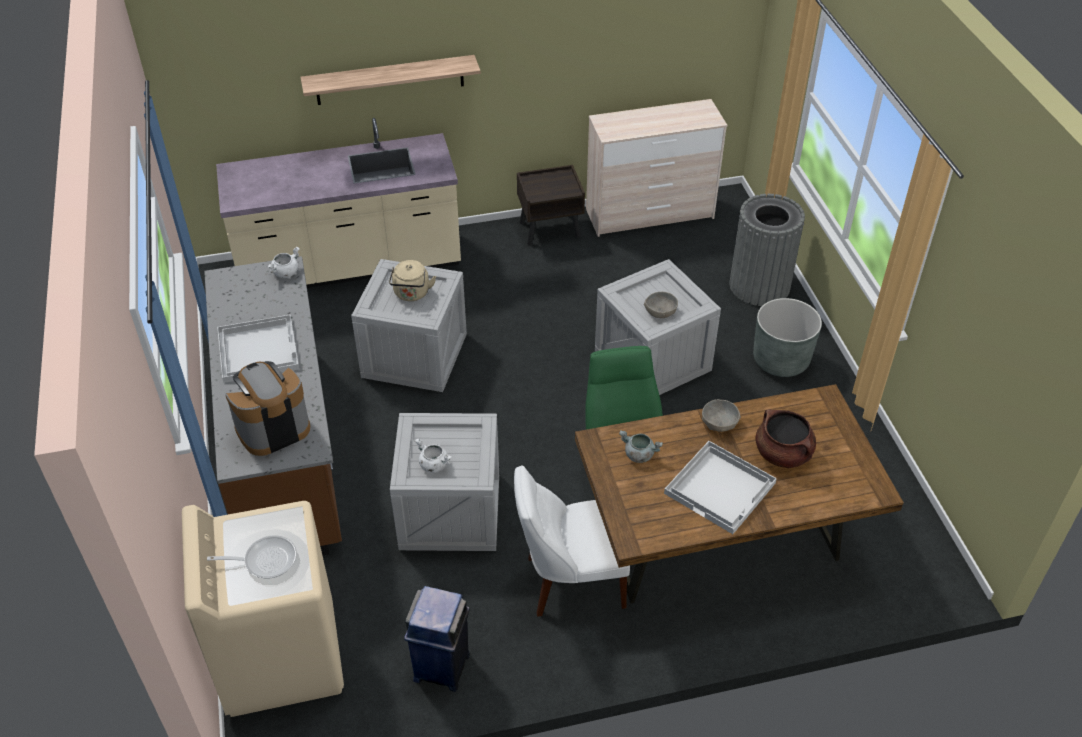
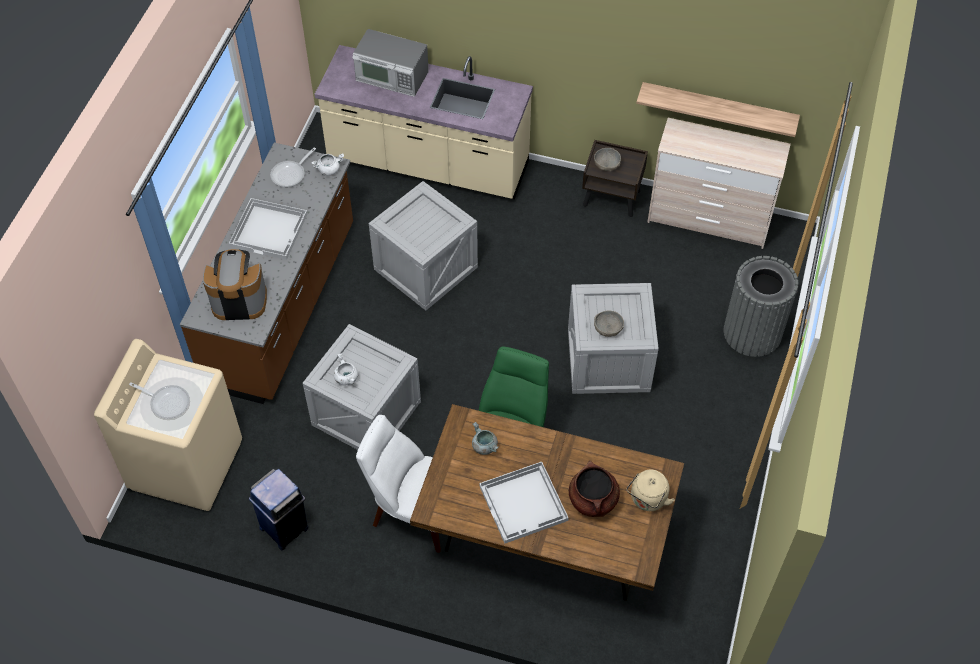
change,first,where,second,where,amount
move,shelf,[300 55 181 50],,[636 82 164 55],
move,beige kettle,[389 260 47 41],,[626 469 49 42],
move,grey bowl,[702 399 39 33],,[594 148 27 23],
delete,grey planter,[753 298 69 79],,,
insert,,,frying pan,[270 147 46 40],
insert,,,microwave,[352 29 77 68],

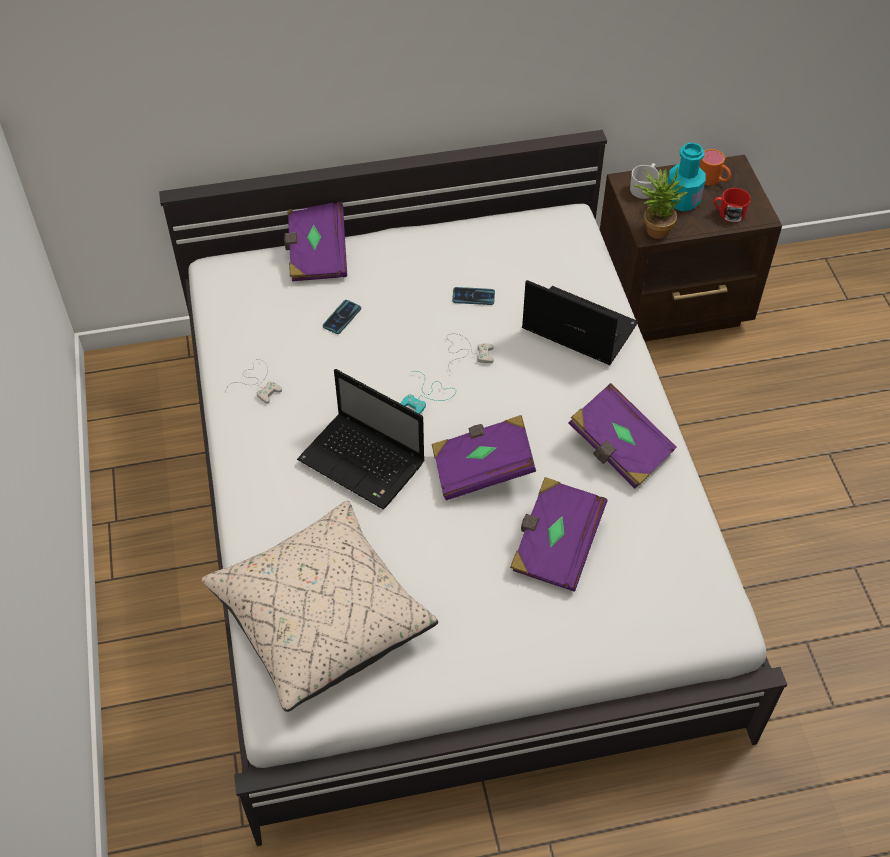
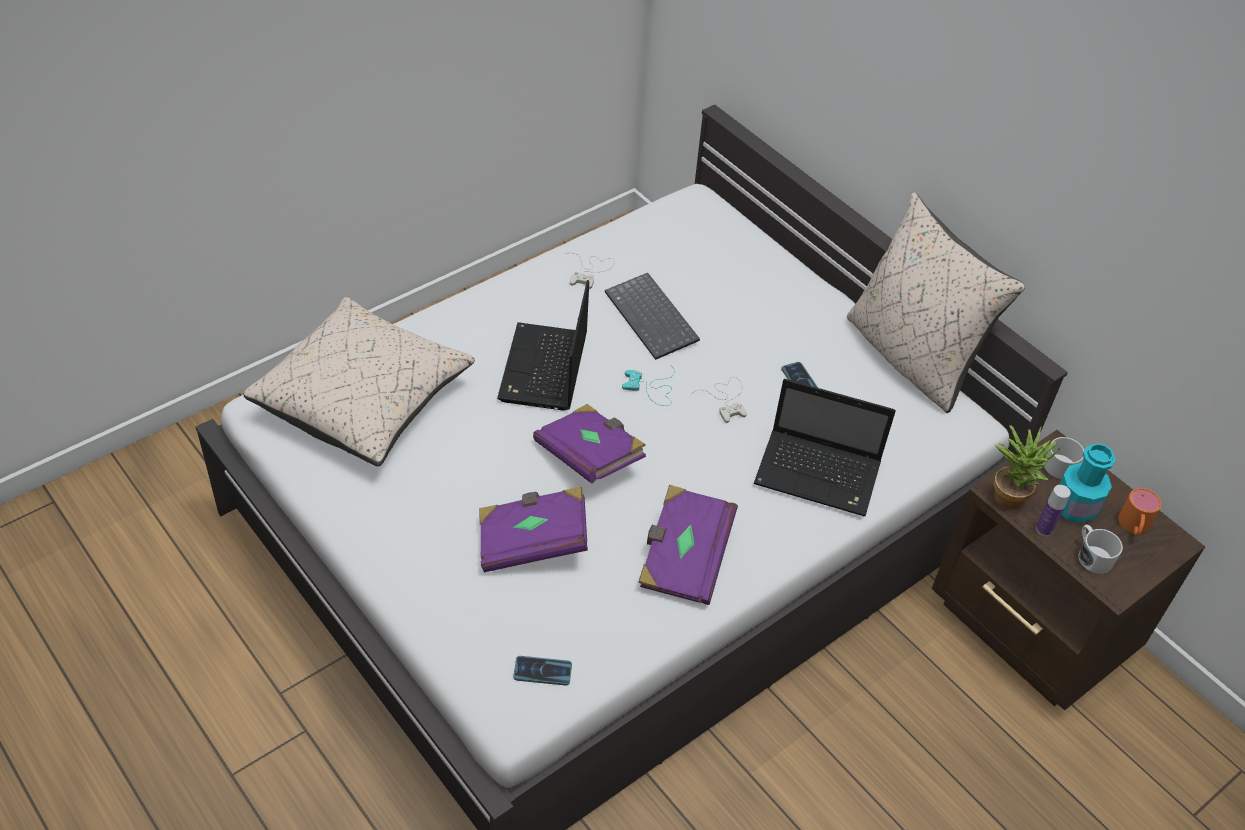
change,first,where,second,where,amount
delete,purple book,[284 201 63 80],,,
move,phone,[323 300 38 34],,[513 656 59 30],
rotate,laptop,[522 280 116 85],,[754 379 142 137],105 degrees clockwise
recolor,red mug,[714 188 37 34],white mug,[1078 525 45 49],
insert,,,keyboard,[605 273 95 87],
insert,,,beige pillow,[847 192 178 221],
insert,,,bottle,[1036 485 35 51],

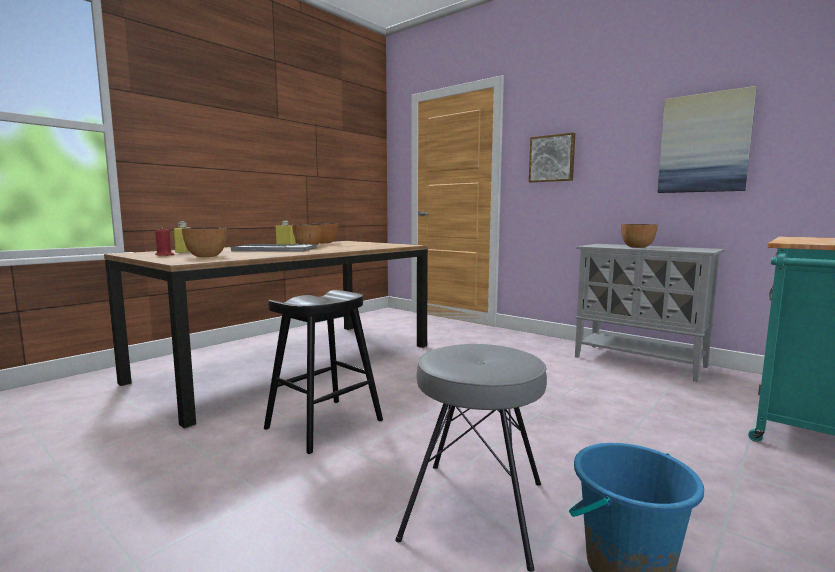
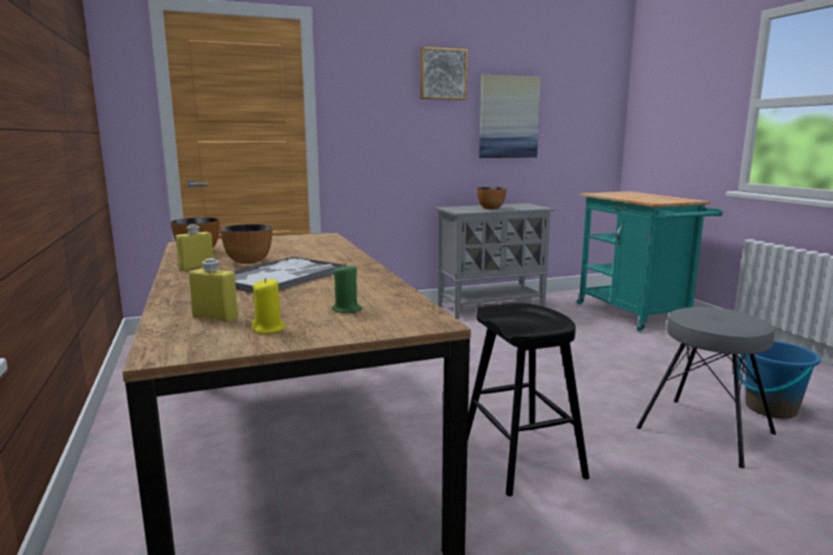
change,first,where,second,where,amount
recolor,red candle,[155 228 19 28],yellow candle,[252 278 34 56],
replace,bowl,[182 228 45 29],green candle,[332 263 31 50],
move,picture,[529 133 46 50],,[420 47 48 53],

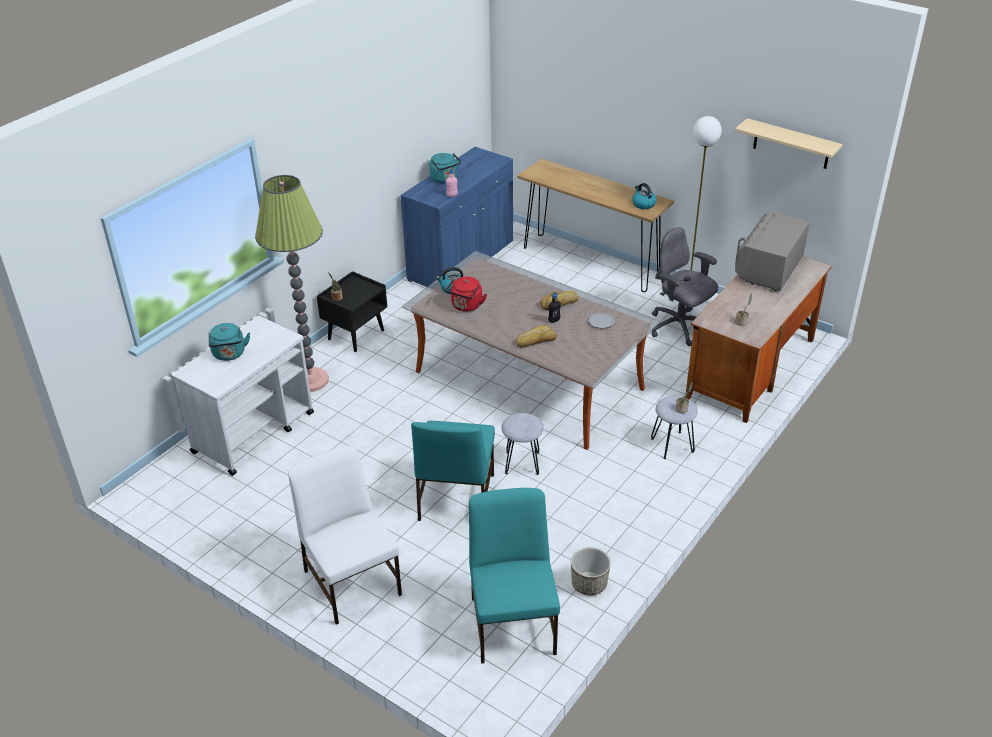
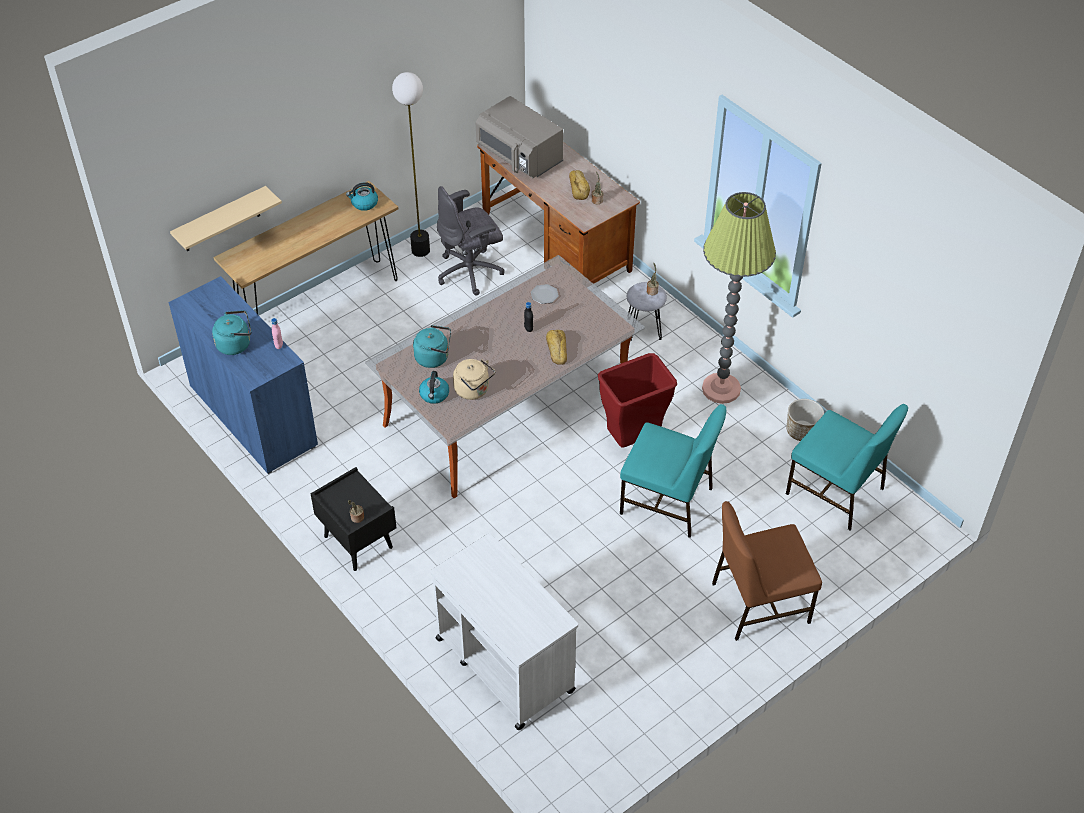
change,first,where,second,where,amount
move,turquoise kettle,[208 323 42 38],,[413 325 38 43],
move,floor lamp,[255 175 74 217],,[702 192 74 212],
recolor,white chair,[288 446 114 179],brown chair,[712 501 110 140],
recolor,red kettle,[446 277 41 35],beige kettle,[453 359 42 41],
rotate,turquoise chair,[469 488 91 176],,[786 404 122 126],150 degrees counterclockwise
replace,grey stool,[501 413 43 62],red trash can,[598 353 79 94],
move,bread,[540 291 38 19],,[569 170 21 30],
move,beige shelf,[735 118 108 51],,[170 186 112 65],

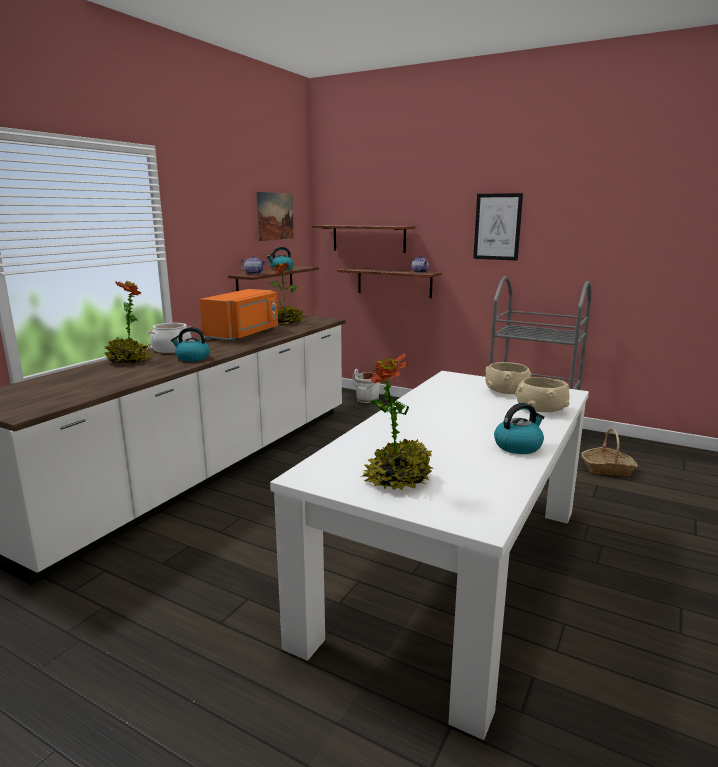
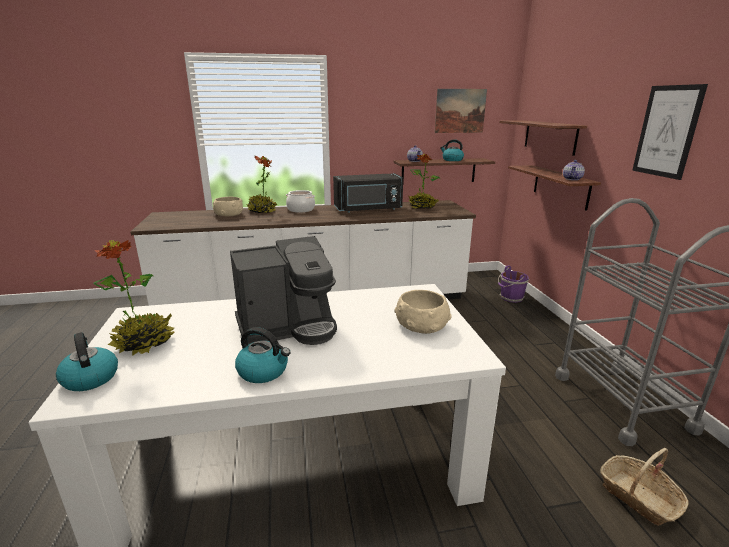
change,first,where,second,where,amount
move,kettle,[171 327 39 35],,[56 332 62 59],
recolor,orange microwave,[199 289 79 52],black microwave,[333 173 70 40],
recolor,white bucket,[352 369 28 34],purple bucket,[498 265 32 38],
move,beige bowl,[515 377 54 35],,[213 197 30 19],
insert,,,coffee machine,[230 236 107 109],

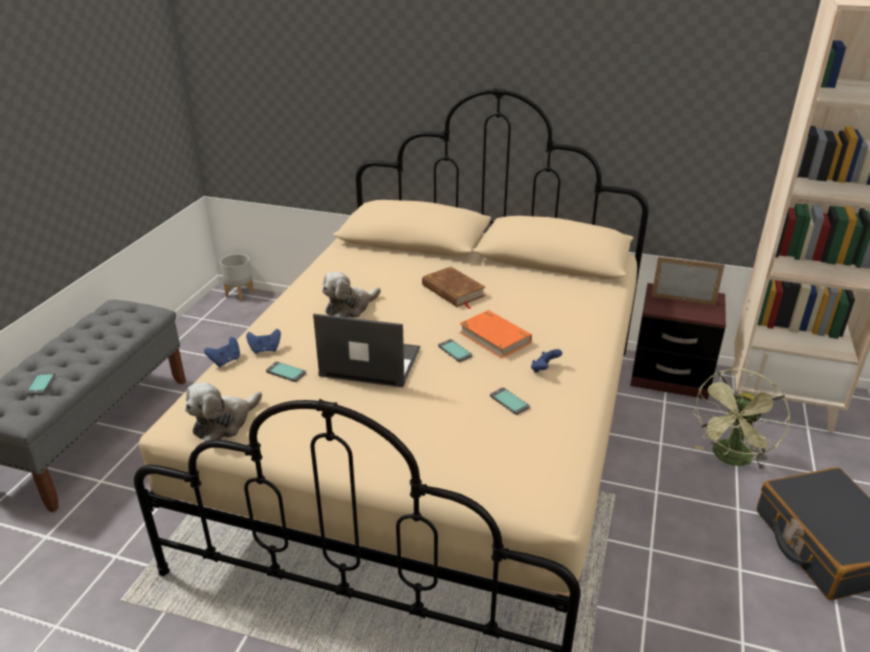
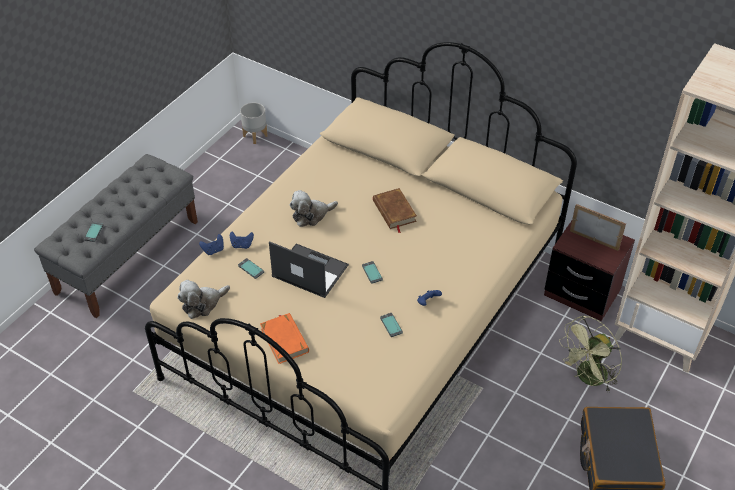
change,first,where,second,where,amount
move,orange book,[459 310 73 48],,[260 313 49 51],

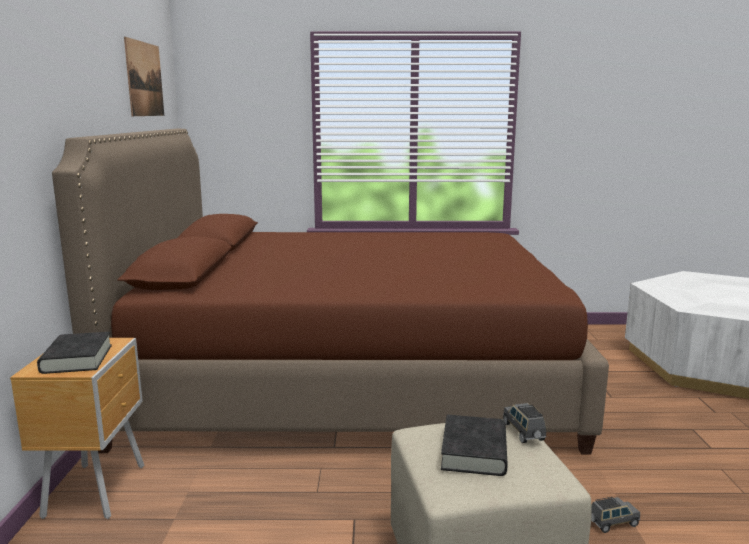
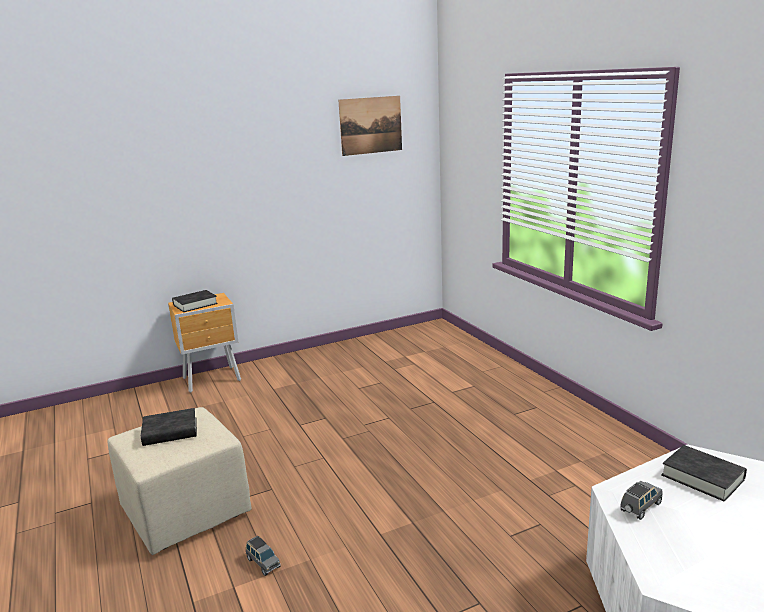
change,first,where,second,where,amount
delete,brown bed,[52 129 557 325],,,
move,grey toy car,[503 403 43 40],,[620 481 43 39],
insert,,,black book,[661 445 86 57],

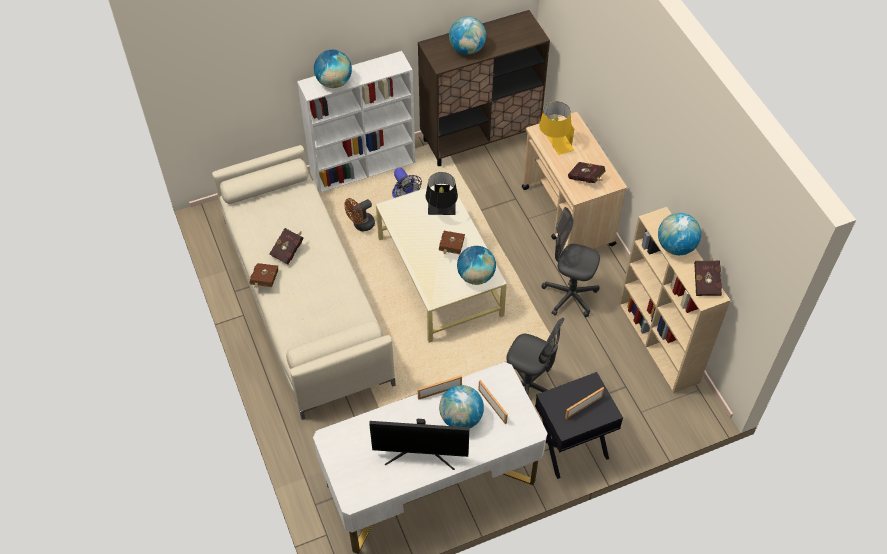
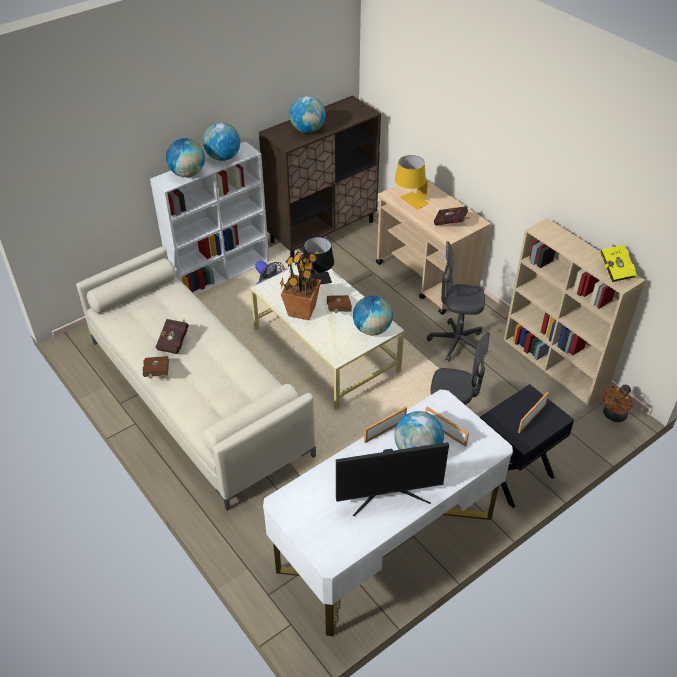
change,first,where,second,where,amount
move,brown fan,[344 198 31 33],,[602 385 31 37],
move,globe,[658 213 43 42],,[203 122 37 39],
recolor,red book,[694 257 28 39],yellow book,[600 245 37 38],
insert,,,potted plant,[280 251 41 69],

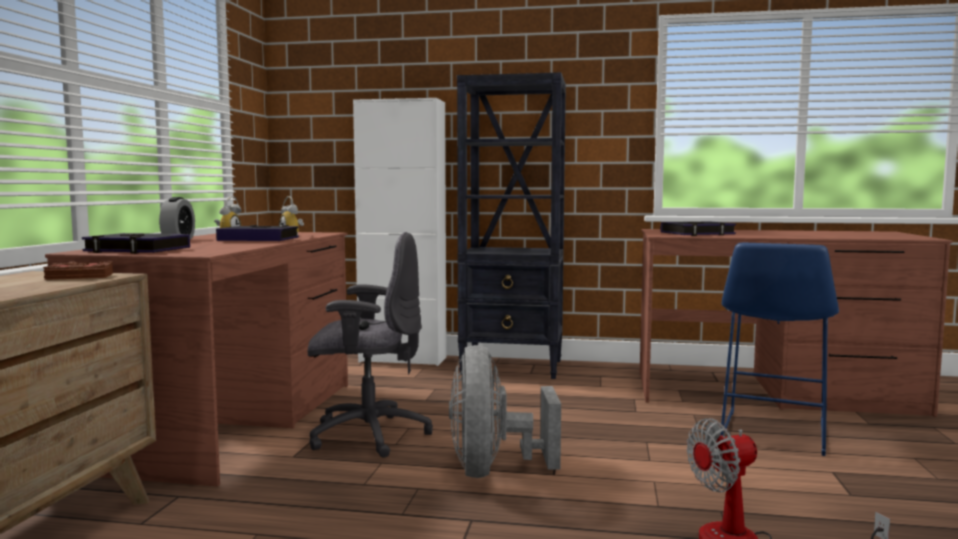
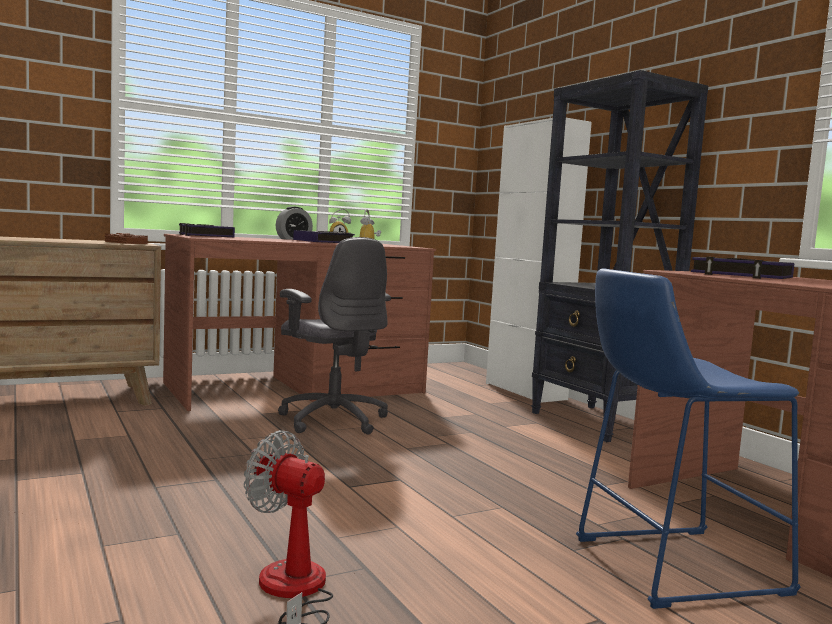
change,first,where,second,where,amount
delete,grey fan,[449 345 112 133],,,

